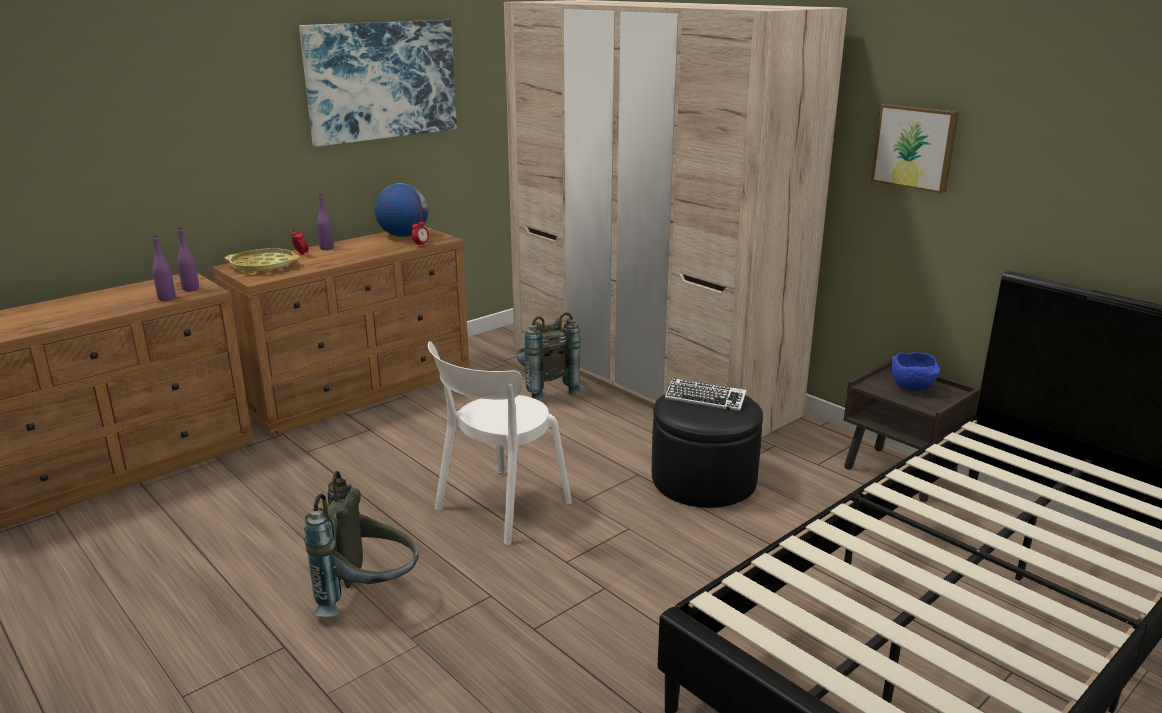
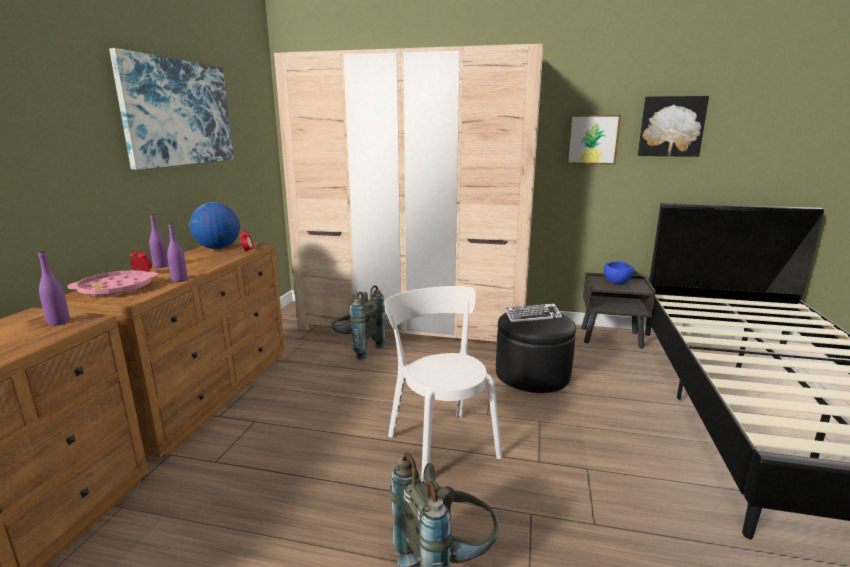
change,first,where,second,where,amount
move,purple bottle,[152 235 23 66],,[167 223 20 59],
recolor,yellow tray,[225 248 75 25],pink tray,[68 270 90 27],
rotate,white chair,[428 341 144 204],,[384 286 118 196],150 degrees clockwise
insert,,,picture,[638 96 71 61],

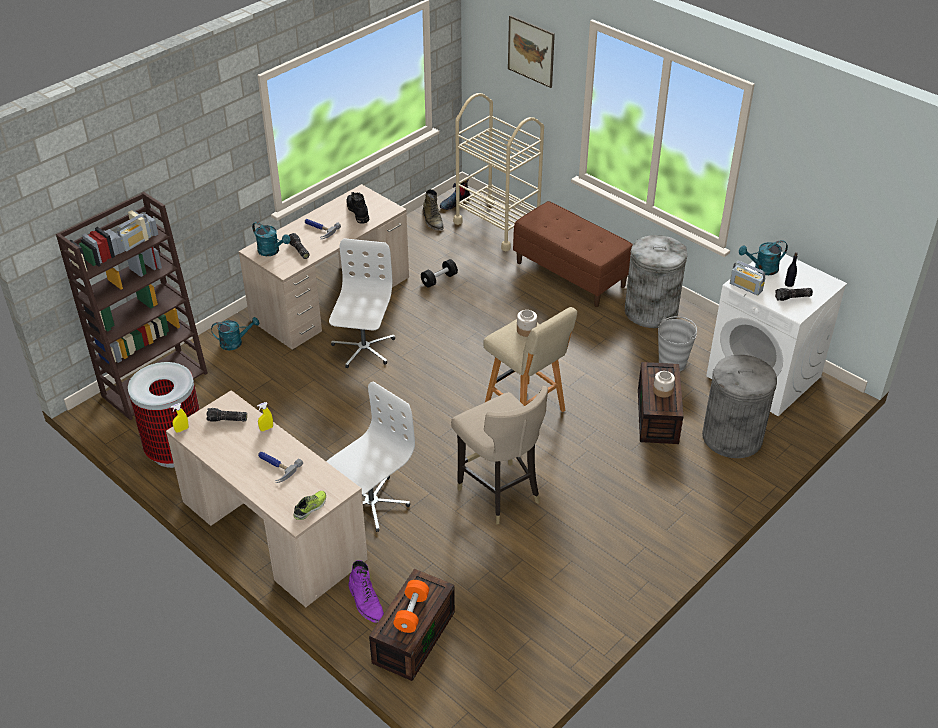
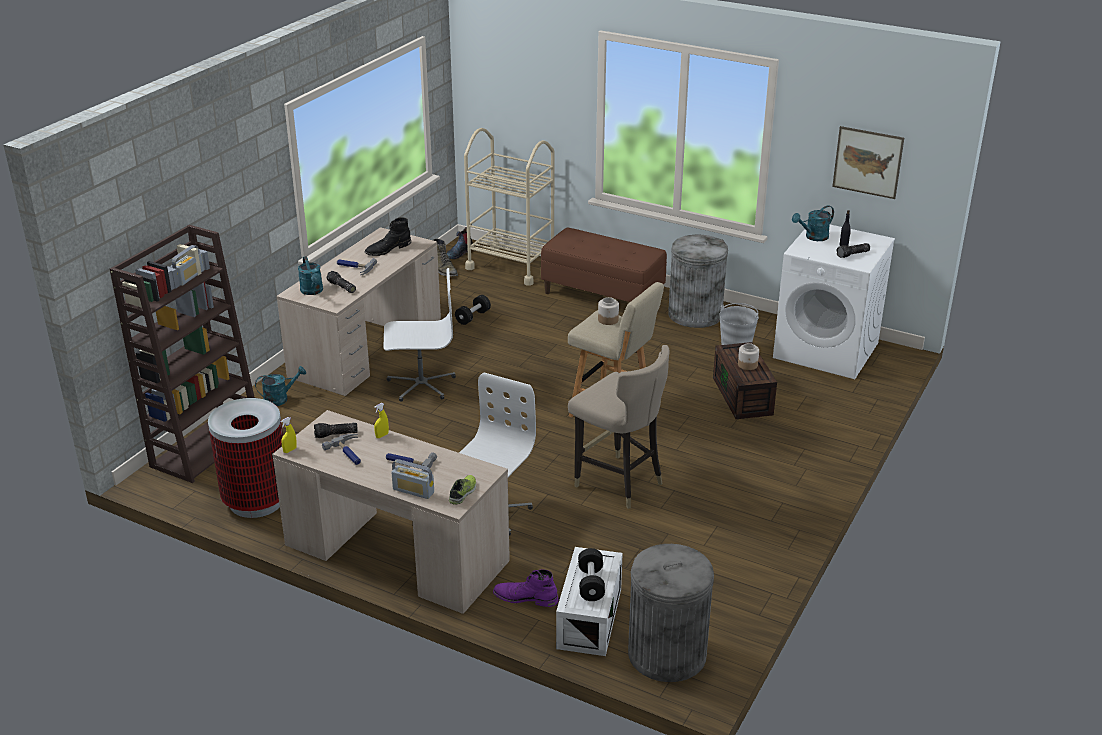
change,first,where,second,where,amount
rotate,turquoise watering can,[252 222 38 34],,[298 256 25 39],45 degrees clockwise
rotate,white office chair,[329 238 66 130],,[384 268 72 134],90 degrees clockwise
rotate,black boot,[346 192 23 32],,[365 217 46 39],90 degrees counterclockwise
rotate,purple boot,[349 560 35 63],,[493 569 66 38],150 degrees clockwise
recolor,brown storage box,[369 569 86 112],white storage box,[556 547 67 109],
recolor,orange dumbbell,[393 580 36 53],black dumbbell,[578 548 27 53],
move,picture,[508 15 47 73],,[832 126 72 73],
move,grey trash can,[702 355 75 103],,[628 544 86 138],
move,radio,[730 261 35 35],,[391 459 43 40],
insert,,,hammer,[322 434 39 31],

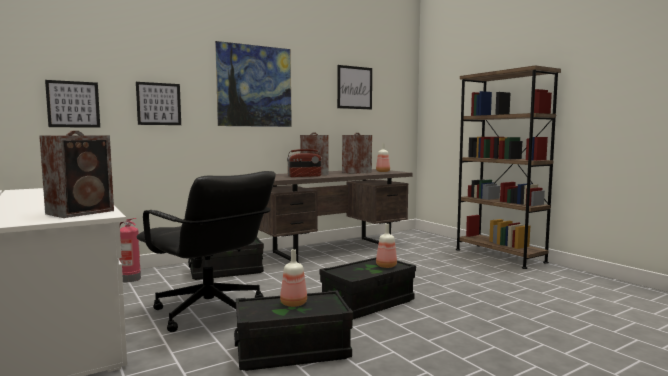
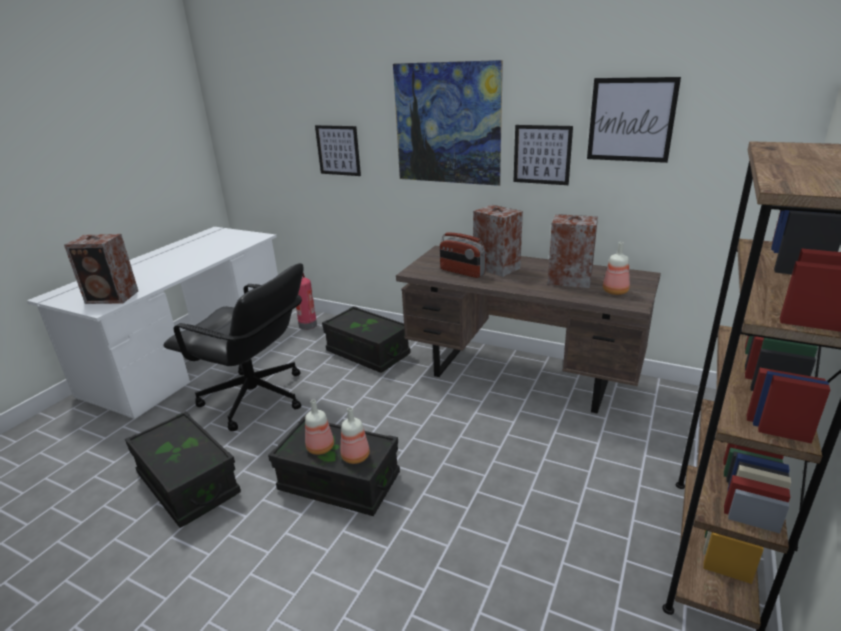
change,first,where,second,where,amount
move,picture,[45 80 55 48],,[514 125 59 60],
rotate,black office chair,[137 171 139 161],,[164 263 140 168],75 degrees counterclockwise
move,bottle,[280 249 27 58],,[305 400 29 55],

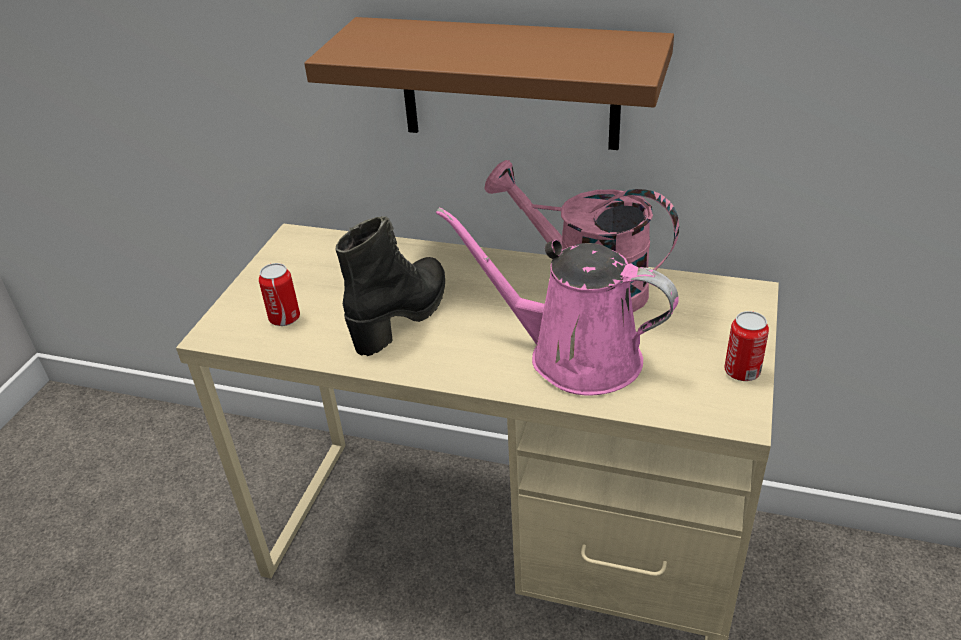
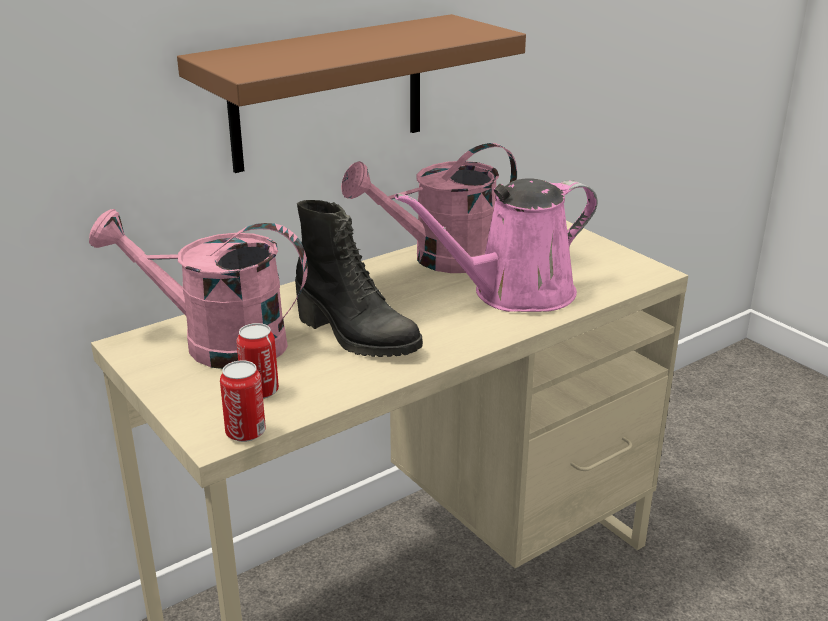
change,first,where,second,where,amount
rotate,black boot,[336 216 109 140],,[295 200 128 157],150 degrees clockwise
move,can,[724 311 45 70],,[220 360 46 82],
insert,,,pink watering can,[89 209 219 160],

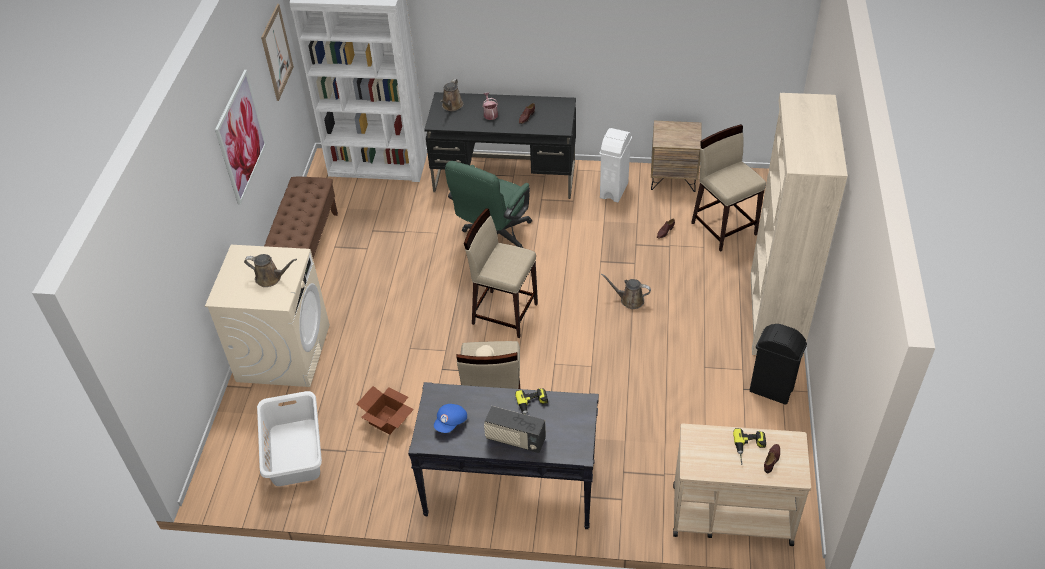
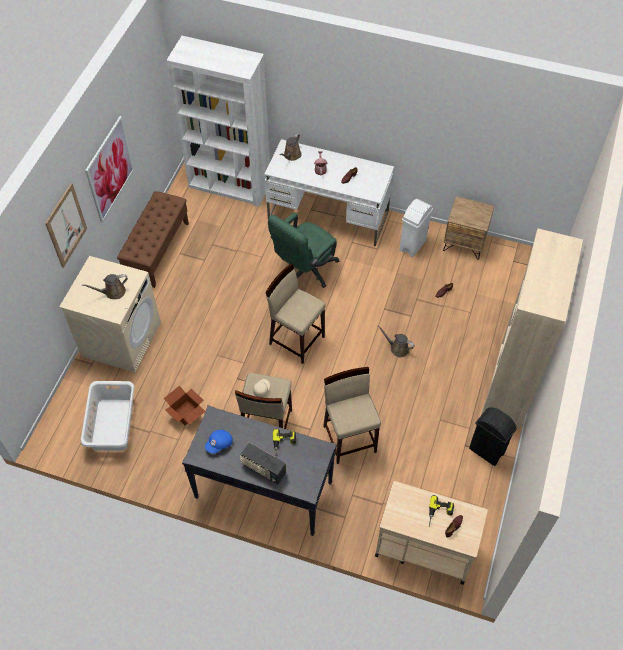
change,first,where,second,where,amount
rotate,brown watering can,[244 254 53 33],,[82 274 46 25],135 degrees clockwise
move,picture,[261 4 33 97],,[45 183 42 85],
recolor,black desk,[424 92 152 107],white desk,[264 139 130 107],
move,beige stool,[691 124 75 128],,[323 367 58 97],

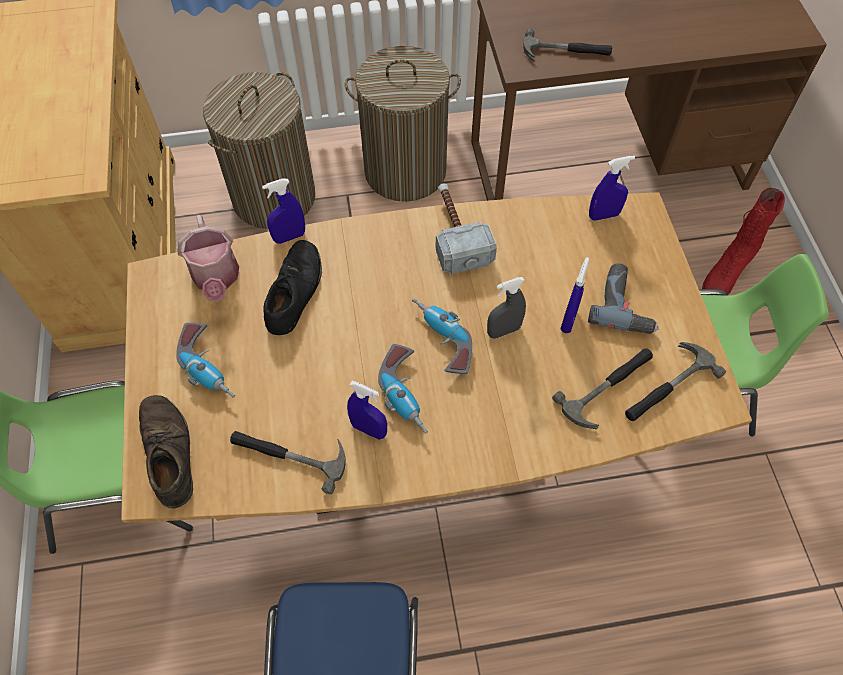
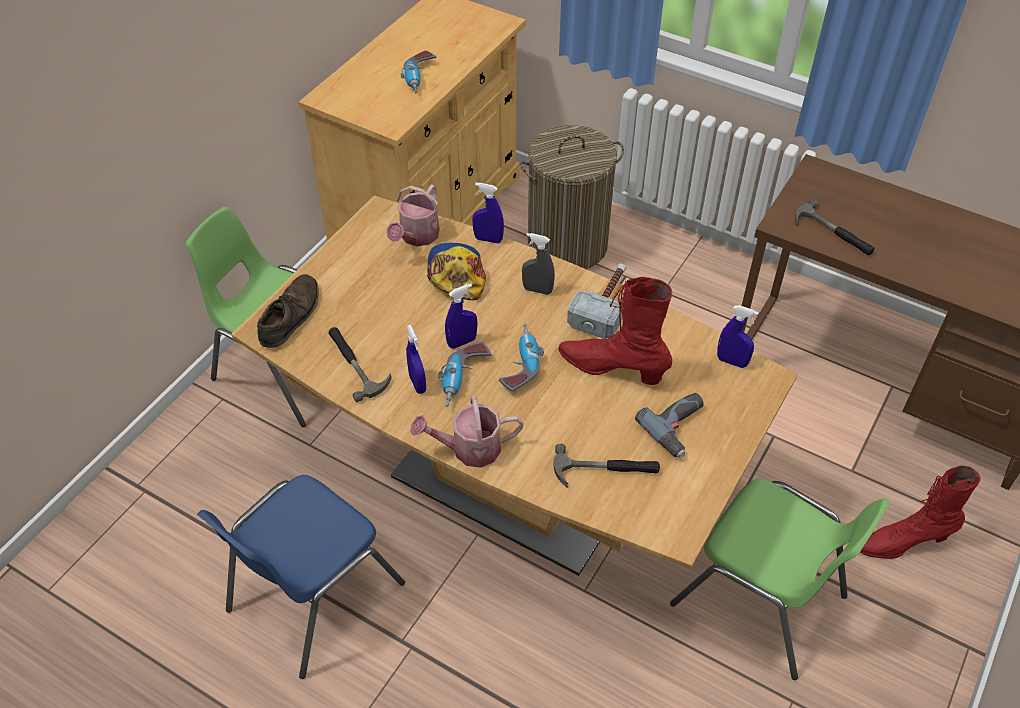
change,first,where,second,where,amount
move,power drill,[176 323 59 75],,[401 50 35 44],
replace,black shoe,[263 240 59 95],cap,[427 243 59 57],
delete,laundry basket,[345 46 116 156],,,
move,grey spray bottle,[487 277 39 62],,[522 233 33 62],
move,blue spray bottle,[560 257 29 76],,[445 283 33 66],
delete,hammer,[625 342 101 79],,,
insert,,,watering can,[410 395 113 73],
insert,,,red boot,[558 277 114 108],

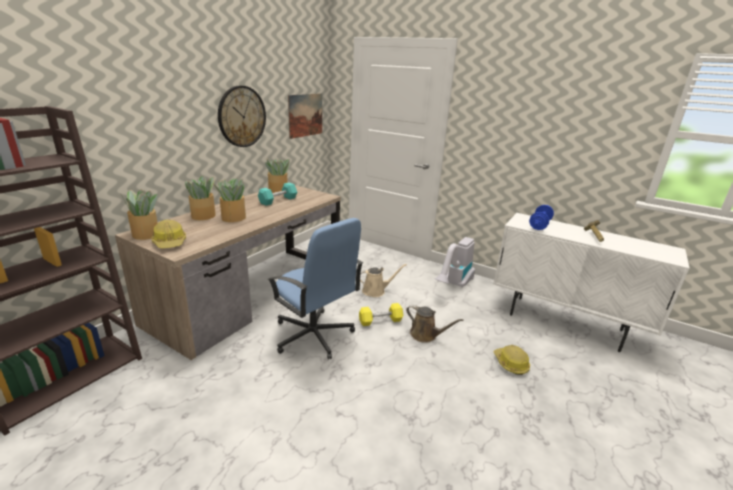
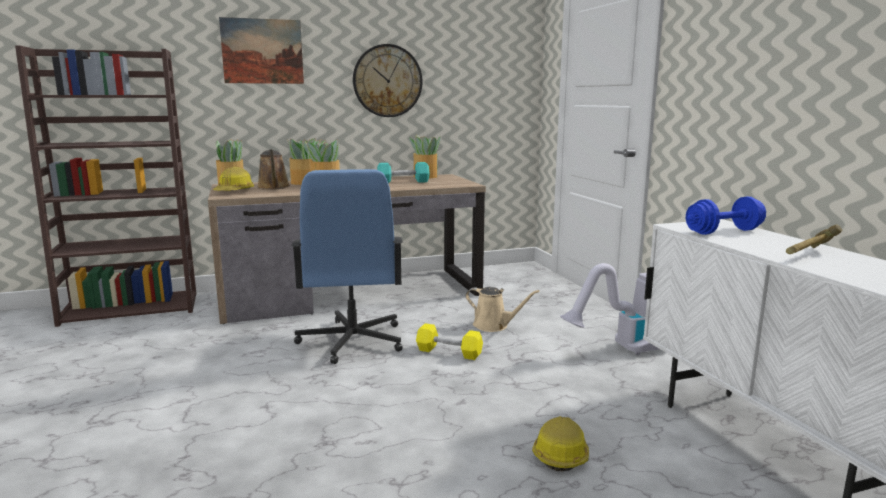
change,first,where,second,where,amount
move,picture,[288 93 34 46],,[219 17 85 67],
move,brown watering can,[406 305 57 38],,[257 149 33 41],

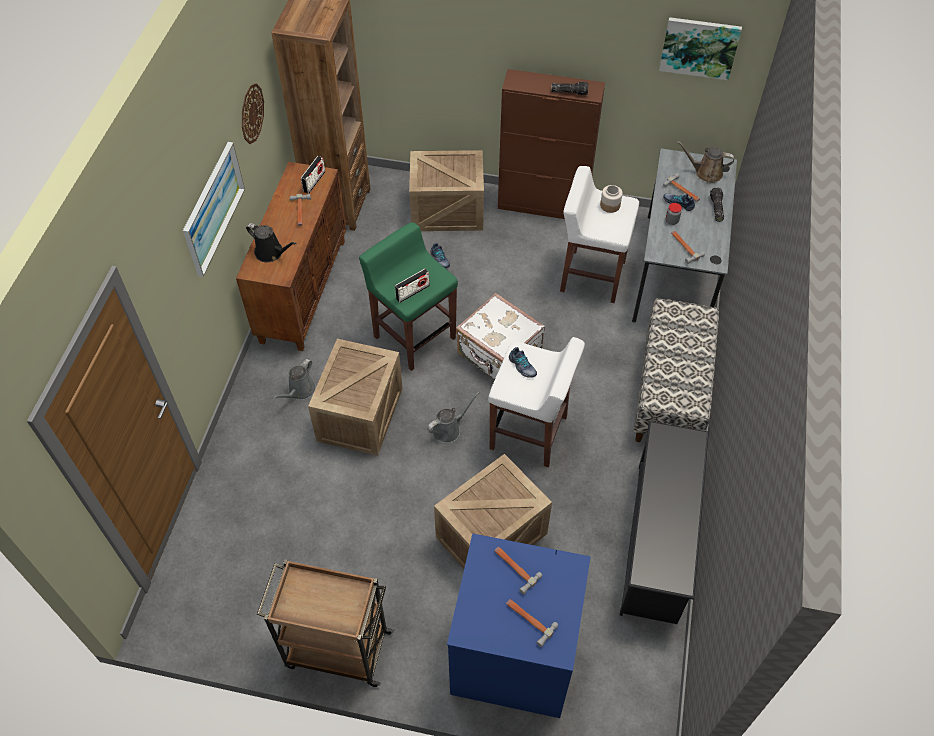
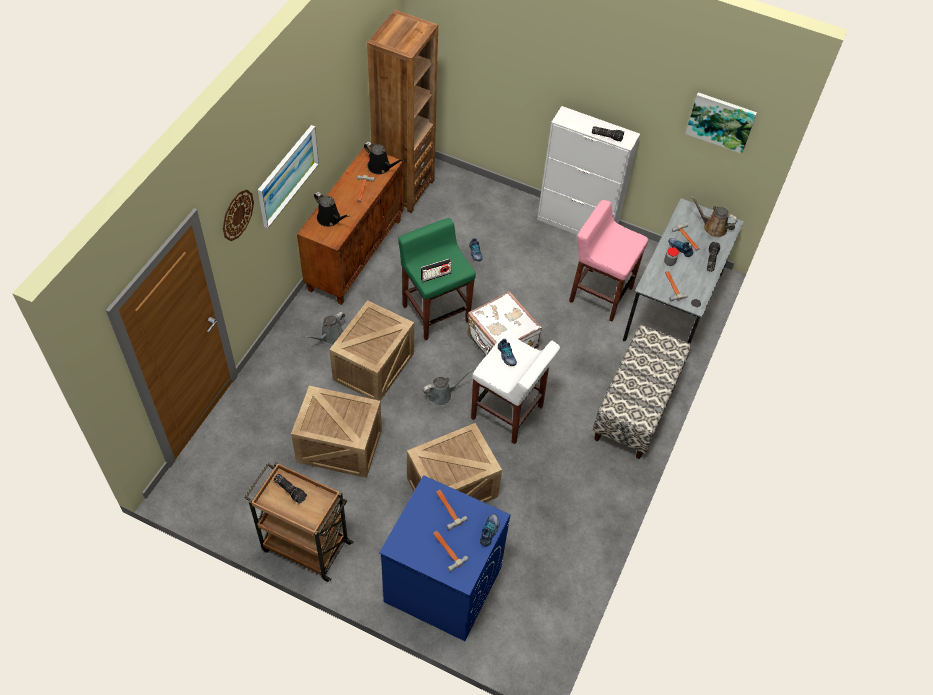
change,first,where,second,where,amount
move,wall clock,[242 83 22 61],,[223 189 31 52],
replace,radio,[301 156 24 38],black watering can,[364 142 40 32],
move,crate,[409 150 75 81],,[291 386 91 92],
recolor,brown cabinet,[498 69 107 150],white cabinet,[537 106 103 129],
recolor,white stool,[560 166 79 137],pink stool,[569 200 79 121],
delete,jar,[600 185 23 28],,,
delete,black shoe rack,[620 421 89 203],,,
insert,,,flashlight,[274 474 33 30],
insert,,,shoe,[480 514 19 32],

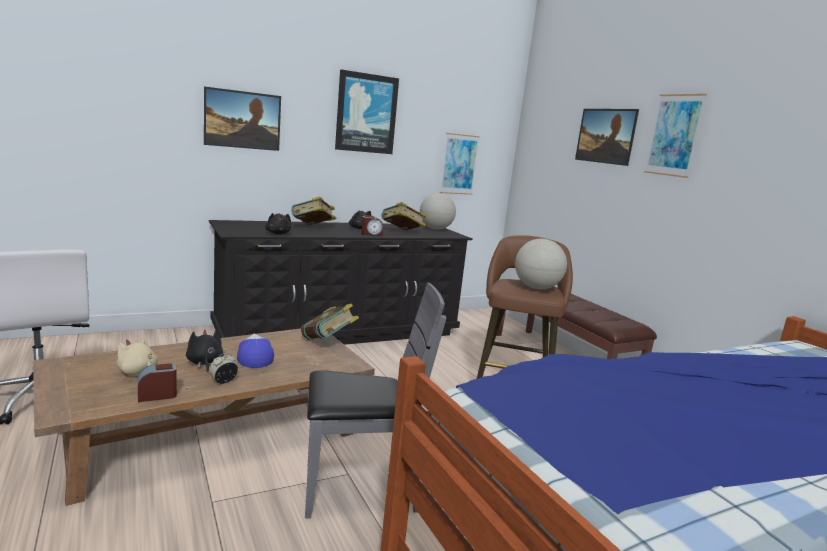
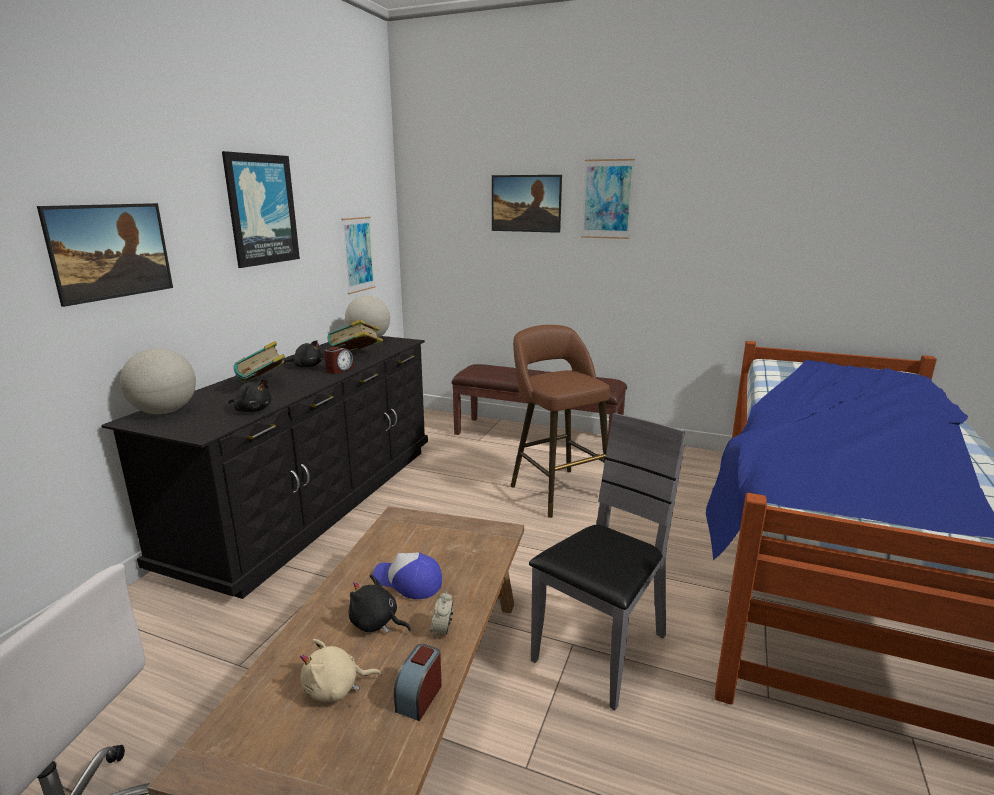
change,first,where,second,where,amount
delete,book,[301 304 58 36],,,
move,globe,[515 239 52 50],,[120 348 76 66],

